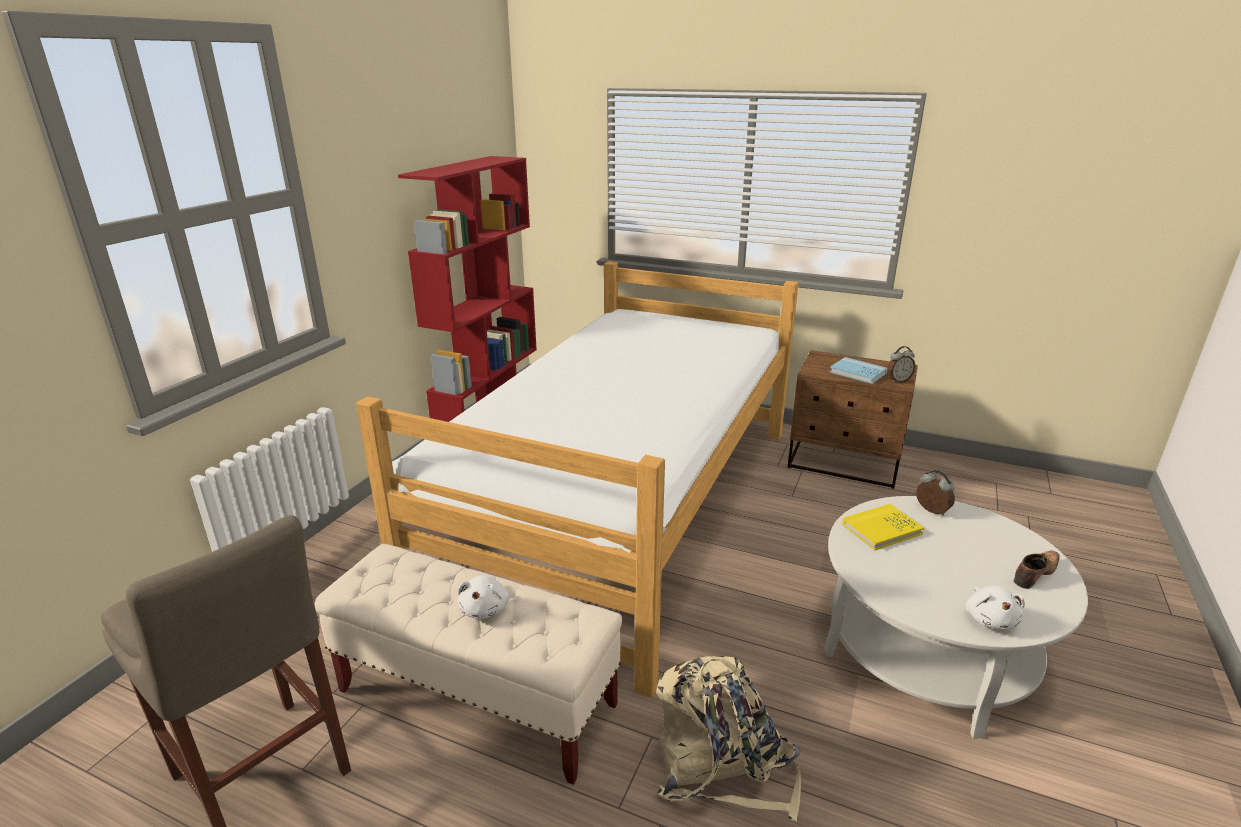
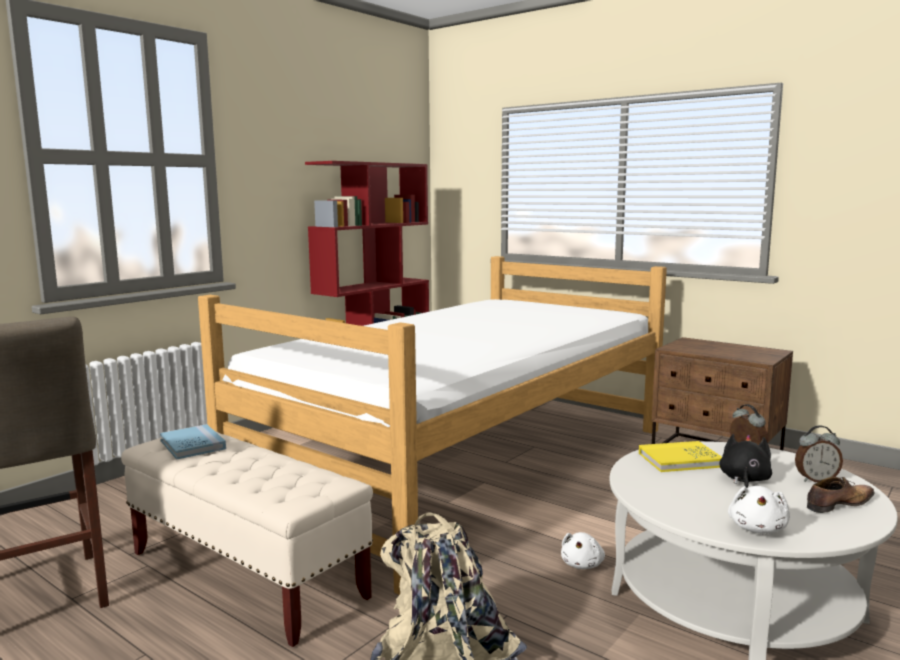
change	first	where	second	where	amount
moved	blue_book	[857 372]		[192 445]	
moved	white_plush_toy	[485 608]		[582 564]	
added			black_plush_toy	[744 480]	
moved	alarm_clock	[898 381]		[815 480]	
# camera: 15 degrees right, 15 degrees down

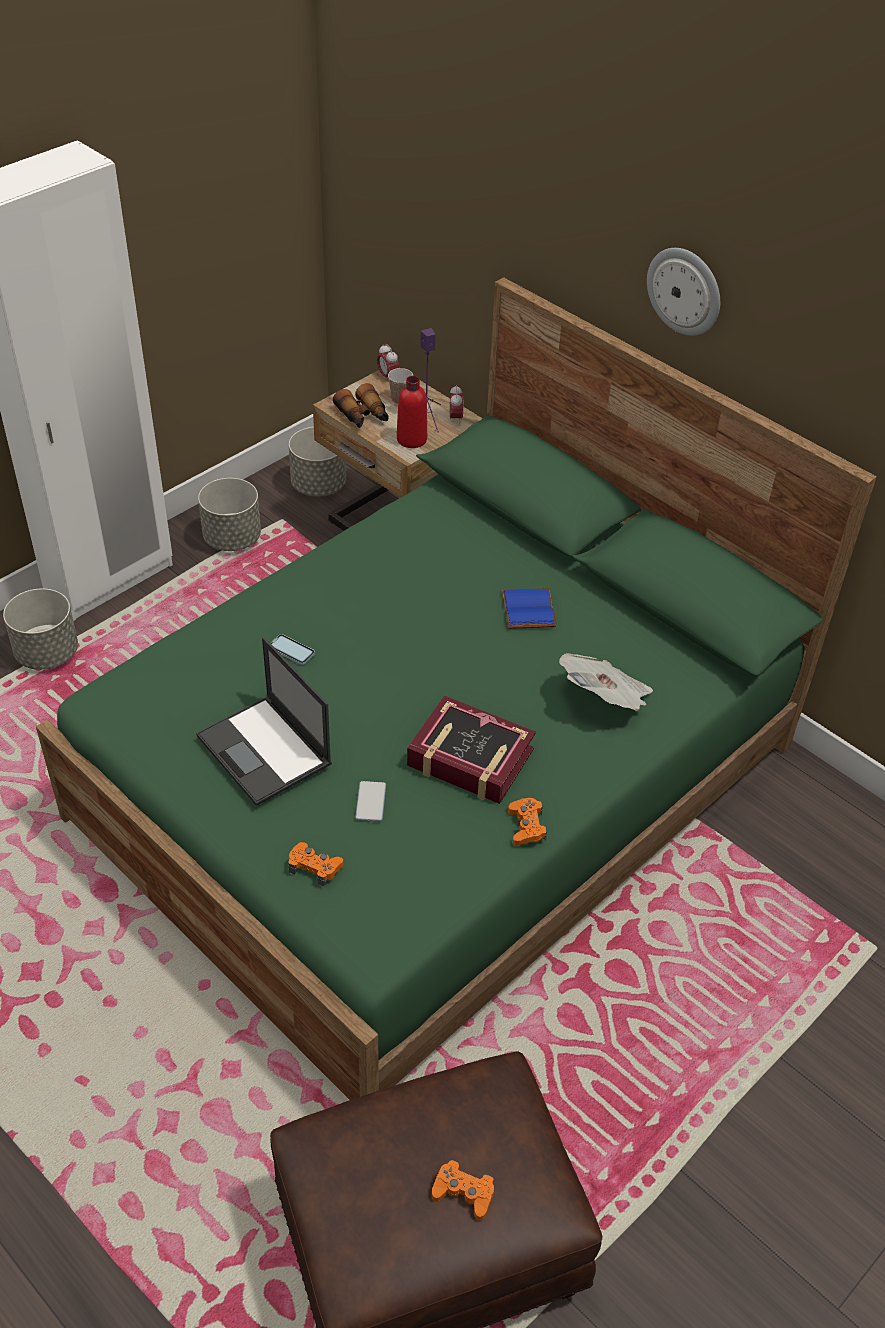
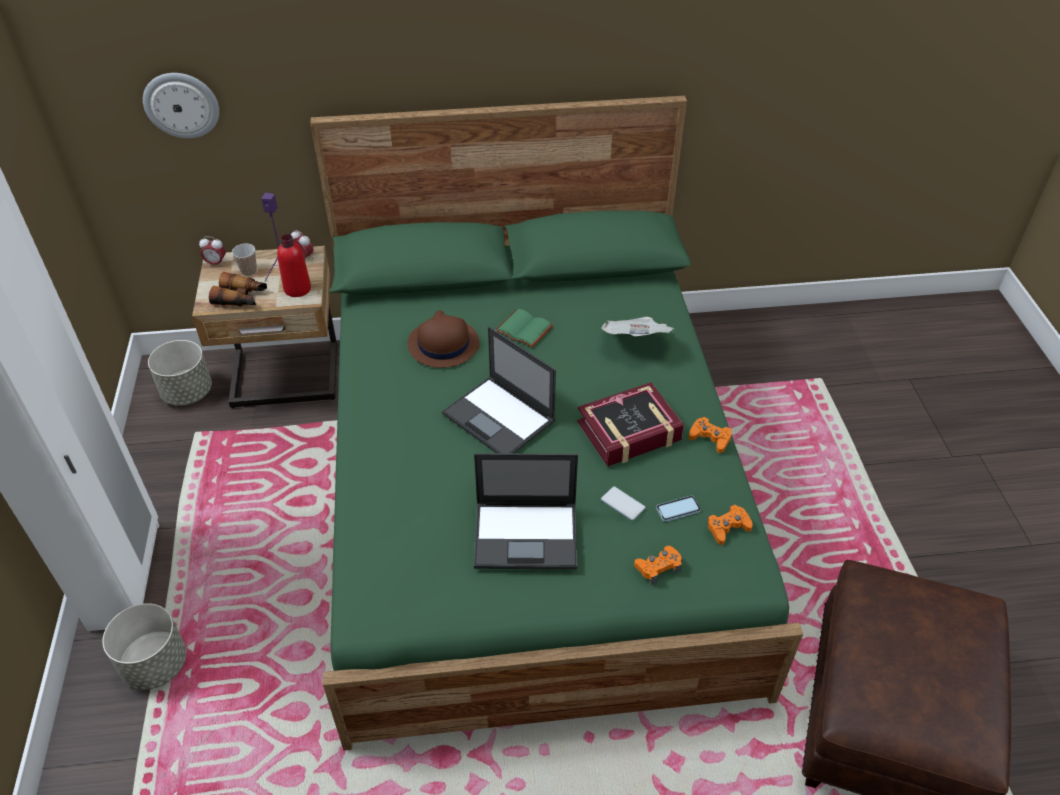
change	first	where	second	where	amount
moved	wall_clock	[685 291]		[181 105]	
added			brown_hat	[443 344]	
added			laptop	[500 418]	
recoloured	blue_book	[530 610]	green_book	[525 329]	
moved	phone	[291 650]		[678 509]	
moved	orange_game_controller	[463 1192]		[727 527]	
removed	grey_planter	[233 538]			
# camera: 50 degrees left, 0 degrees up

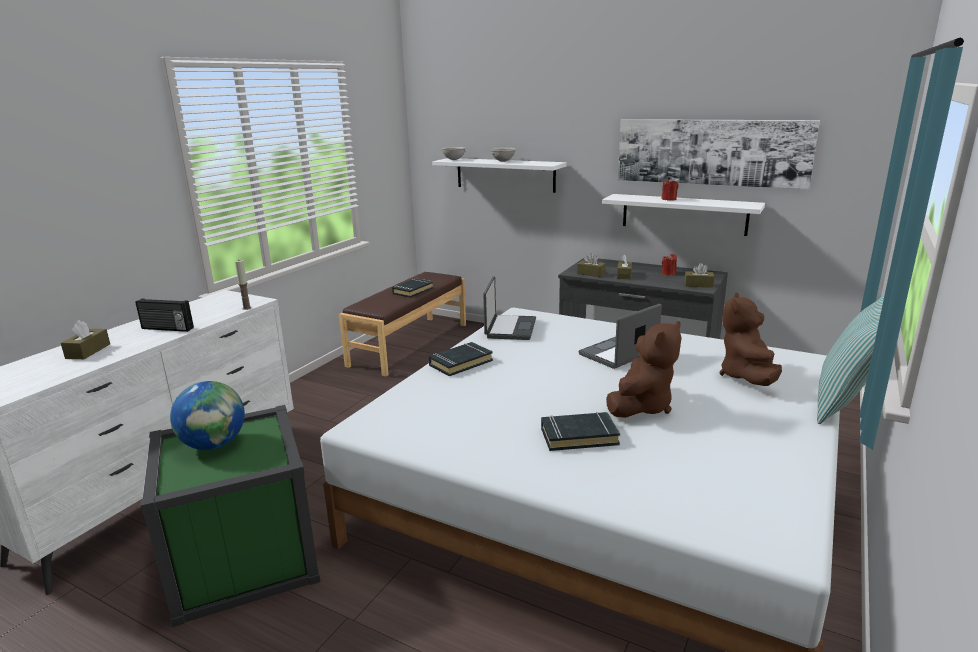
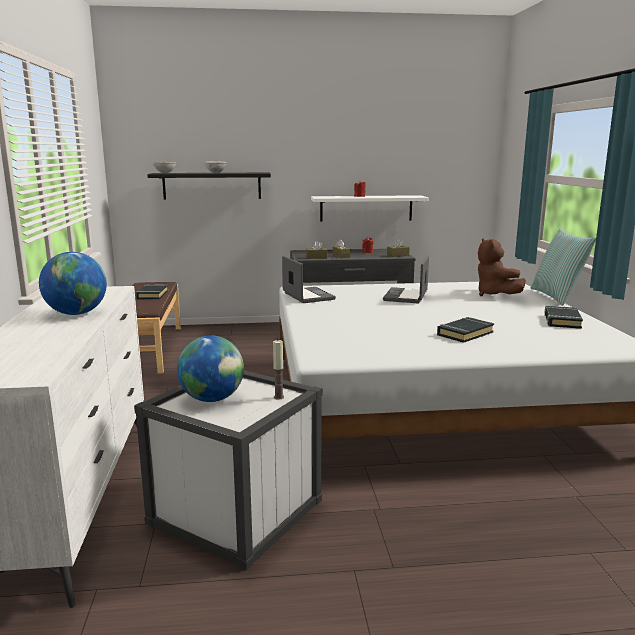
change	first	where	second	where	amount
replaced	radio	[167 328]	globe	[76 313]	
recoloured	green_storage_box	[244 559]	white_storage_box	[235 511]	
recoloured	white_shelf	[505 174]	black_shelf	[212 185]	
moved	candle	[246 308]		[279 397]	
moved	black_book	[460 363]		[561 321]	
removed	brown_tissue_box	[88 351]			
removed	brown_plush_toy	[641 406]			
removed	picture	[711 152]			
# camera: 35 degrees left, 5 degrees down

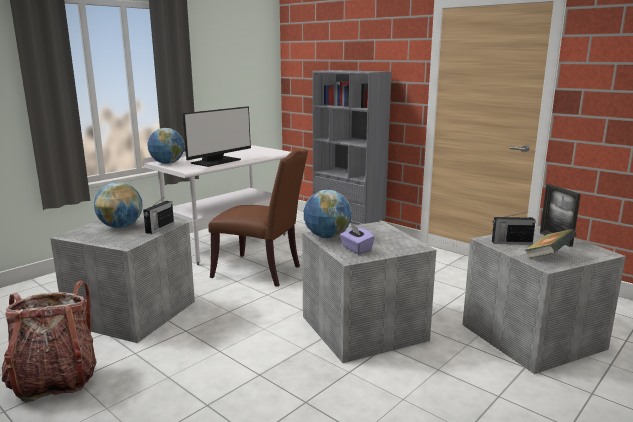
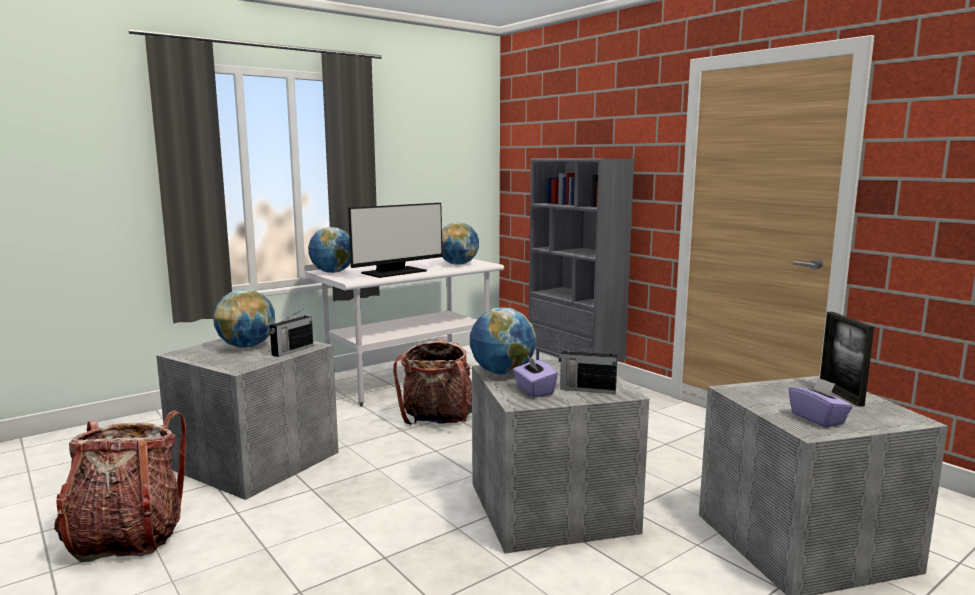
change	first	where	second	where	amount
replaced	brown_chair	[261 271]	backpack	[438 420]	
added			globe	[458 264]	
moved	radio	[511 242]		[586 389]	
replaced	book	[548 257]	purple_tissue_box	[818 419]	
# camera: 10 degrees right, 5 degrees down

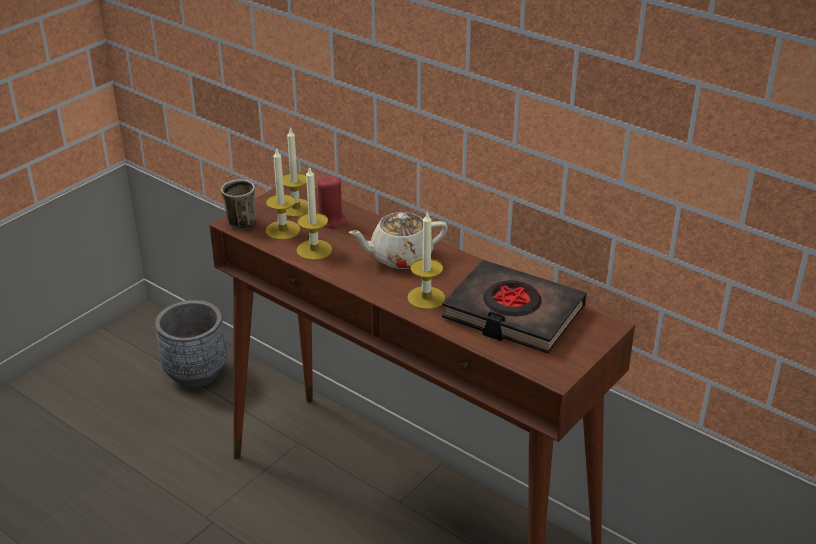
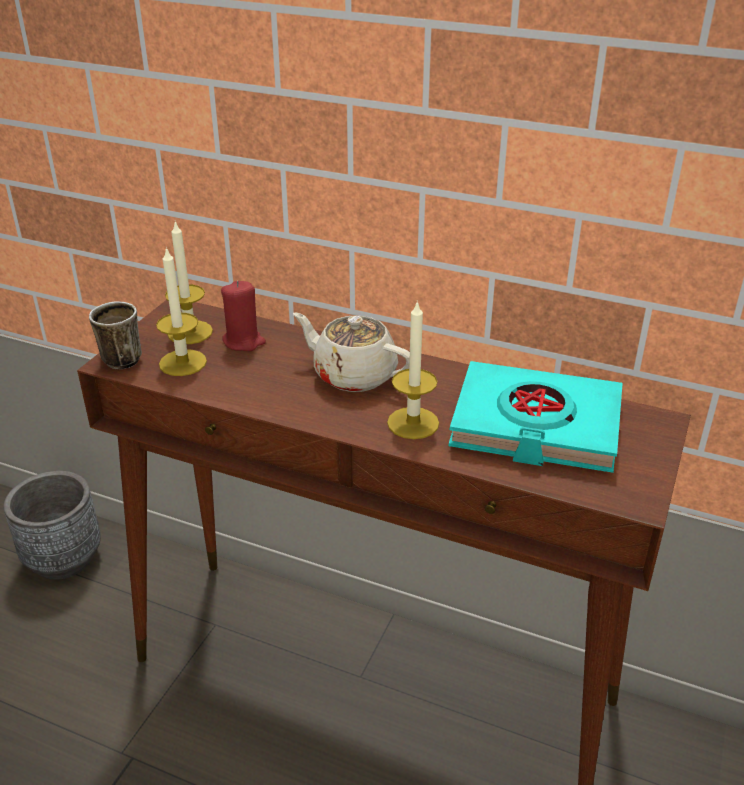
change	first	where	second	where	amount
turned	beige_teapot	[400 257]		[353 375]	60 degrees clockwise
recoloured	black_book	[513 313]	turquoise_book	[535 426]	
removed	candle	[314 250]			
# camera: 15 degrees left, 0 degrees up

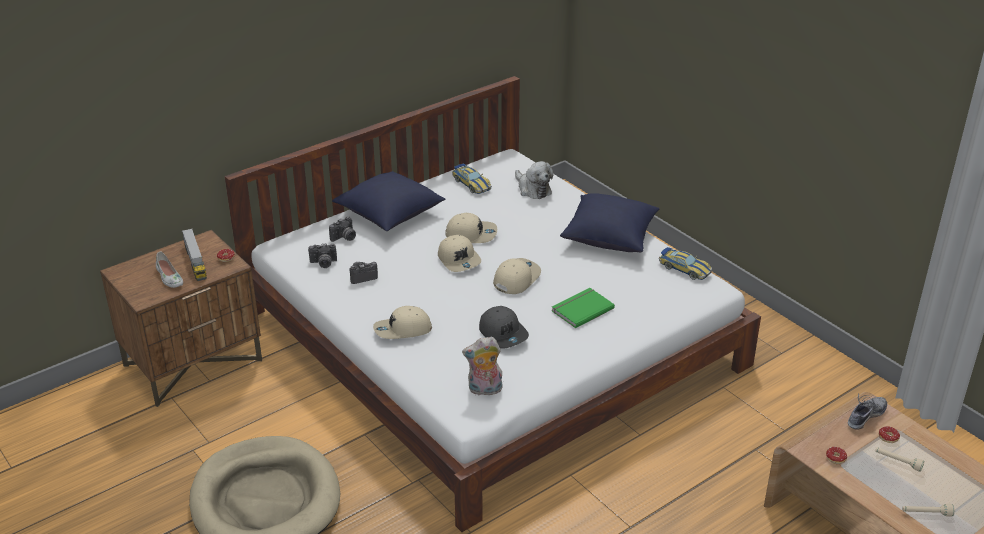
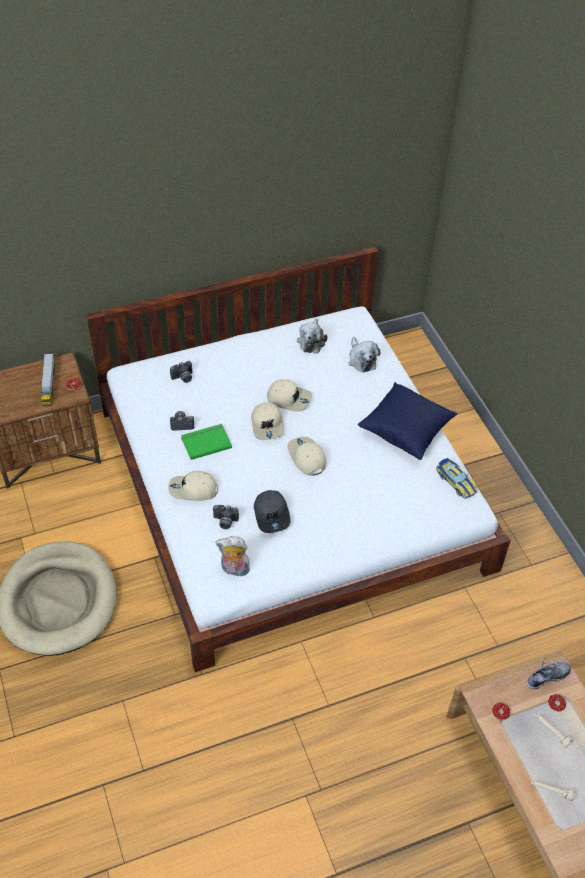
change	first	where	second	where	amount
moved	green_book	[581 309]		[205 442]	
moved	photo_camera	[323 264]		[225 522]	
turned	beige_cap	[516 278]		[306 458]	75 degrees counterclockwise
replaced	toy_car	[471 183]	plush_toy	[311 341]	
removed	white_shoe	[169 277]			
removed	blue_pillow	[390 215]			
# camera: 15 degrees right, 15 degrees up

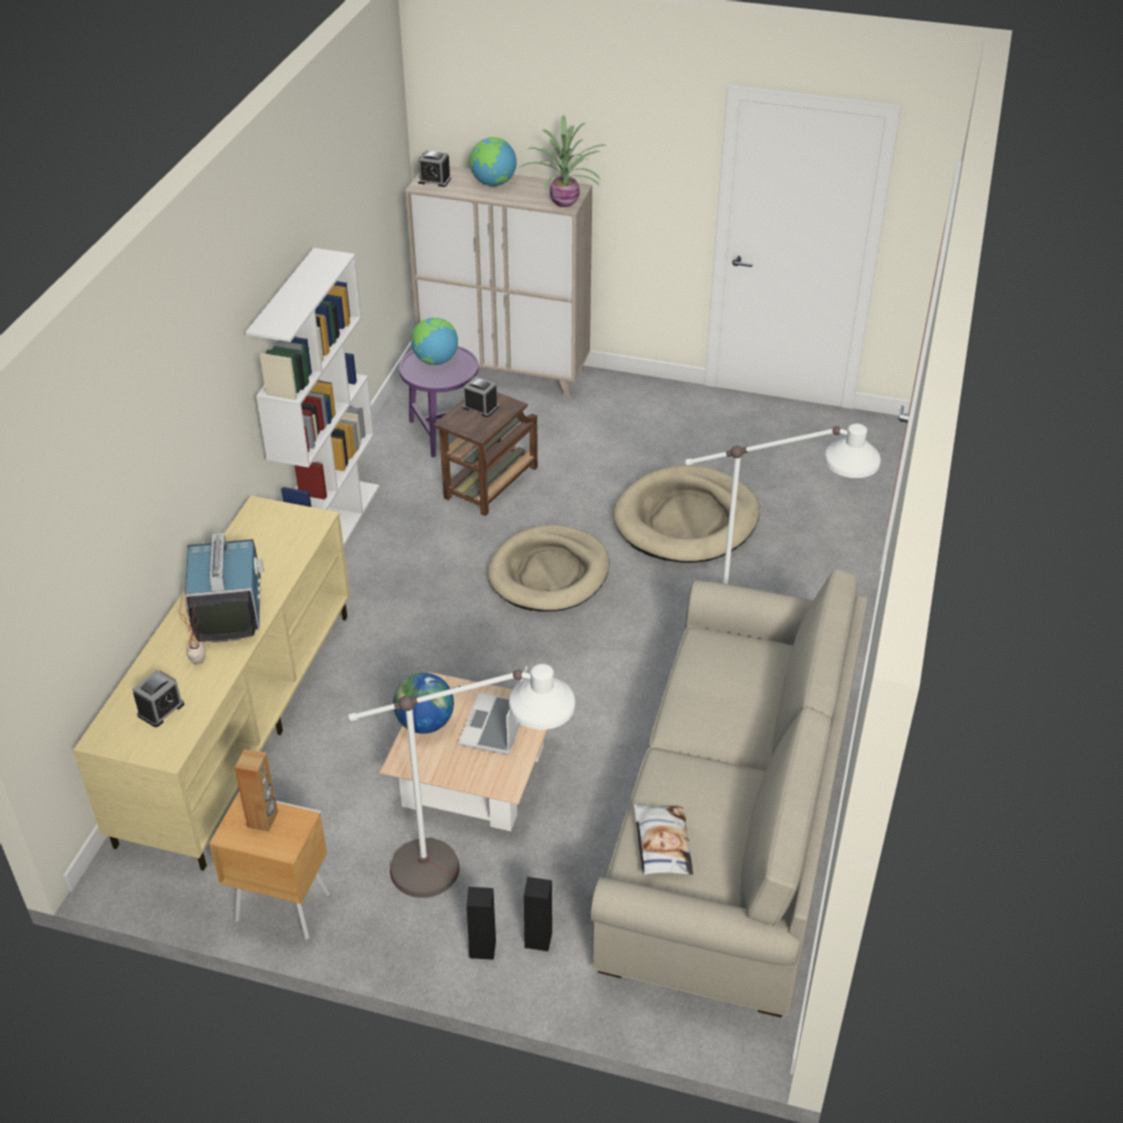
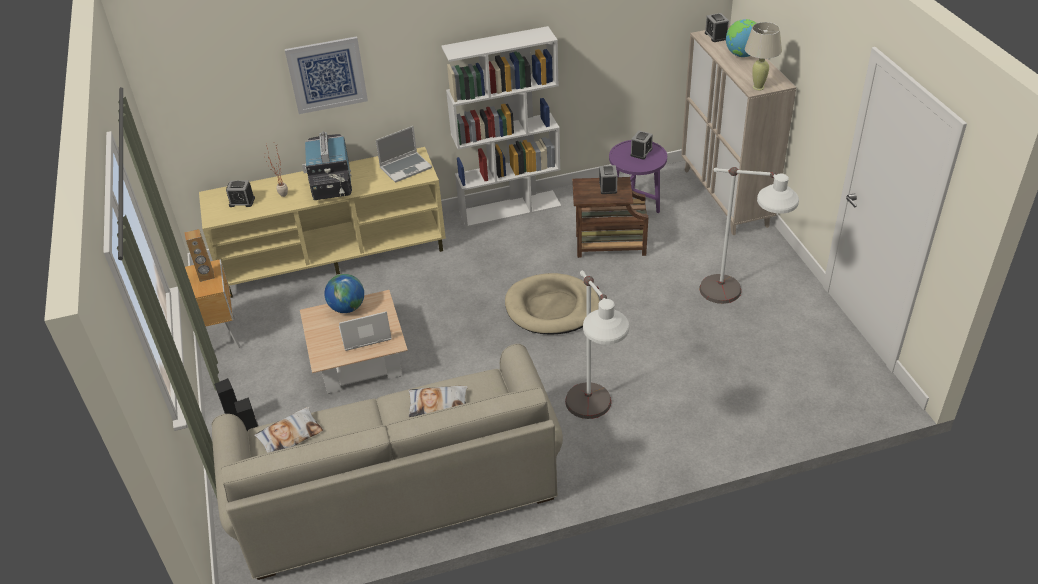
change	first	where	second	where	amount
added			picture	[327 75]	
turned	television	[229 607]		[331 184]	120 degrees clockwise
added			laptop	[406 167]	
added			pillow	[438 404]	
replaced	globe	[435 361]	alarm_clock	[641 152]	
moved	white_floor_lamp	[472 878]		[734 308]	
replaced	potted_plant	[566 202]	beige_table_lamp	[758 87]	
removed	beige_dog_bed	[686 520]			
# camera: 60 degrees right, 0 degrees up

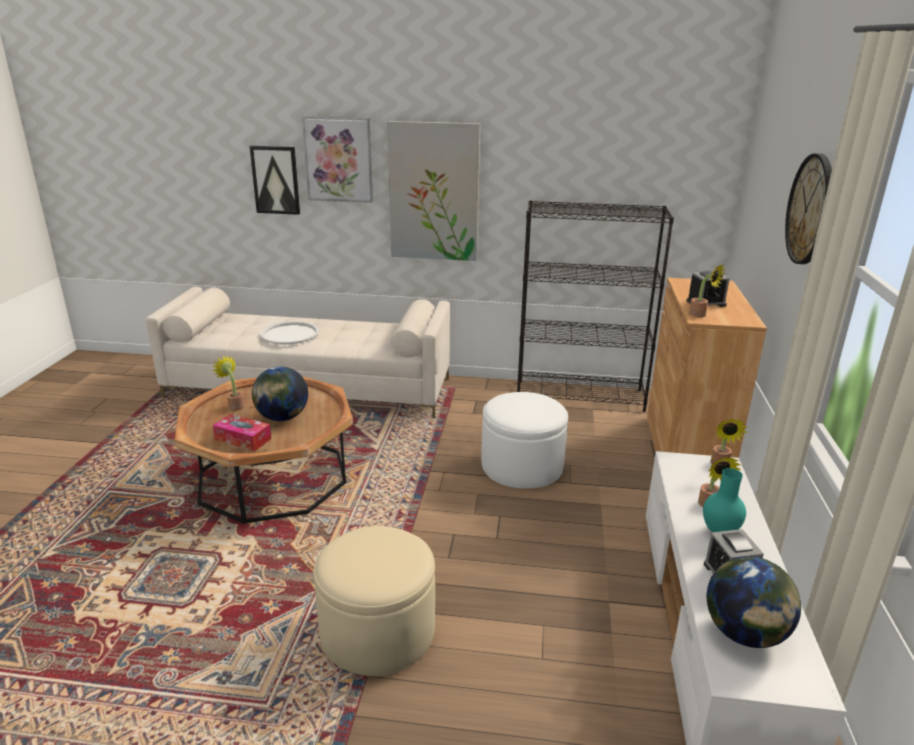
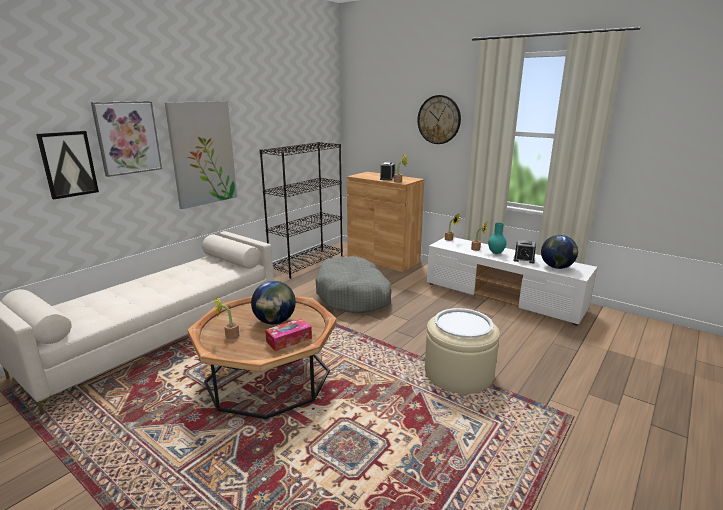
change	first	where	second	where	amount
replaced	white_ottoman	[522 466]	grey_dog_bed	[354 296]	
moved	white_tray	[289 334]		[463 323]	
# camera: 60 degrees left, 5 degrees down

